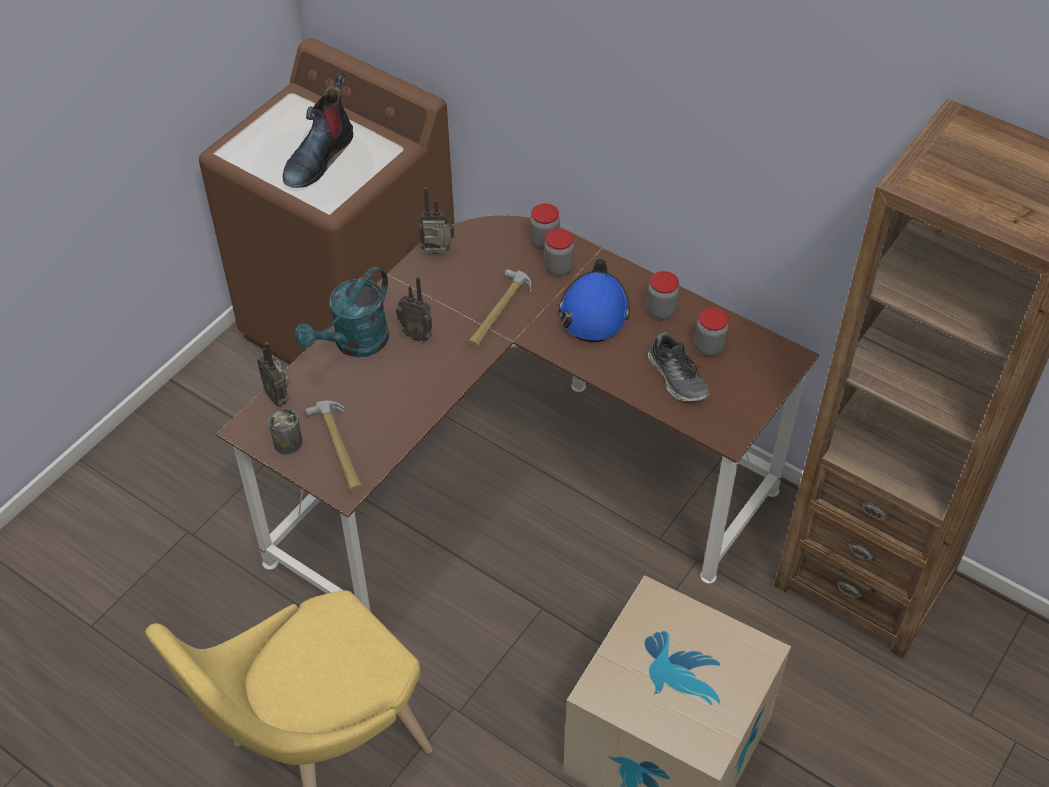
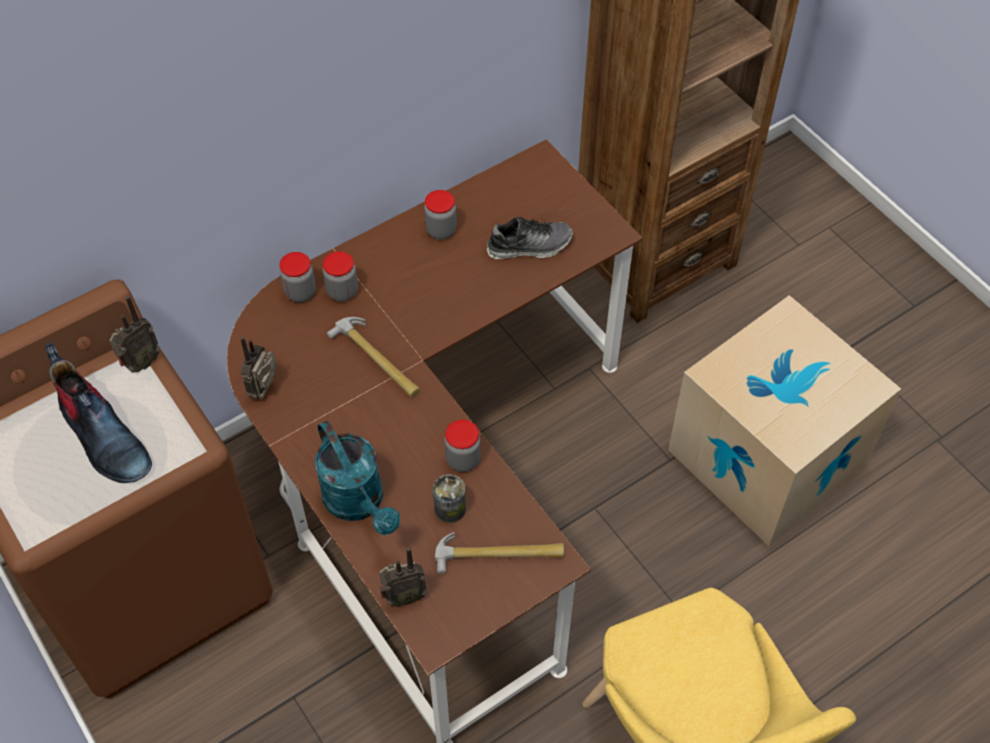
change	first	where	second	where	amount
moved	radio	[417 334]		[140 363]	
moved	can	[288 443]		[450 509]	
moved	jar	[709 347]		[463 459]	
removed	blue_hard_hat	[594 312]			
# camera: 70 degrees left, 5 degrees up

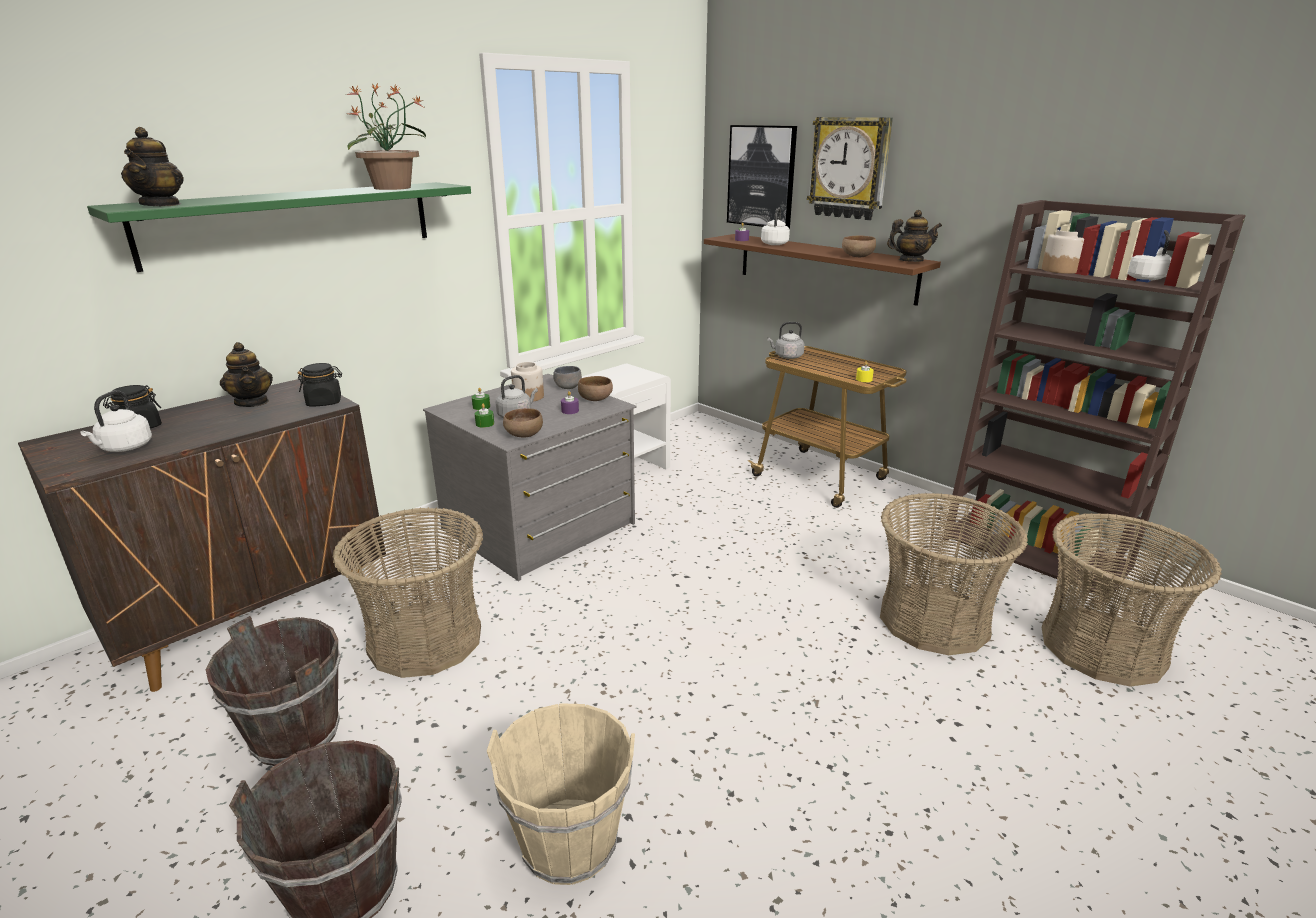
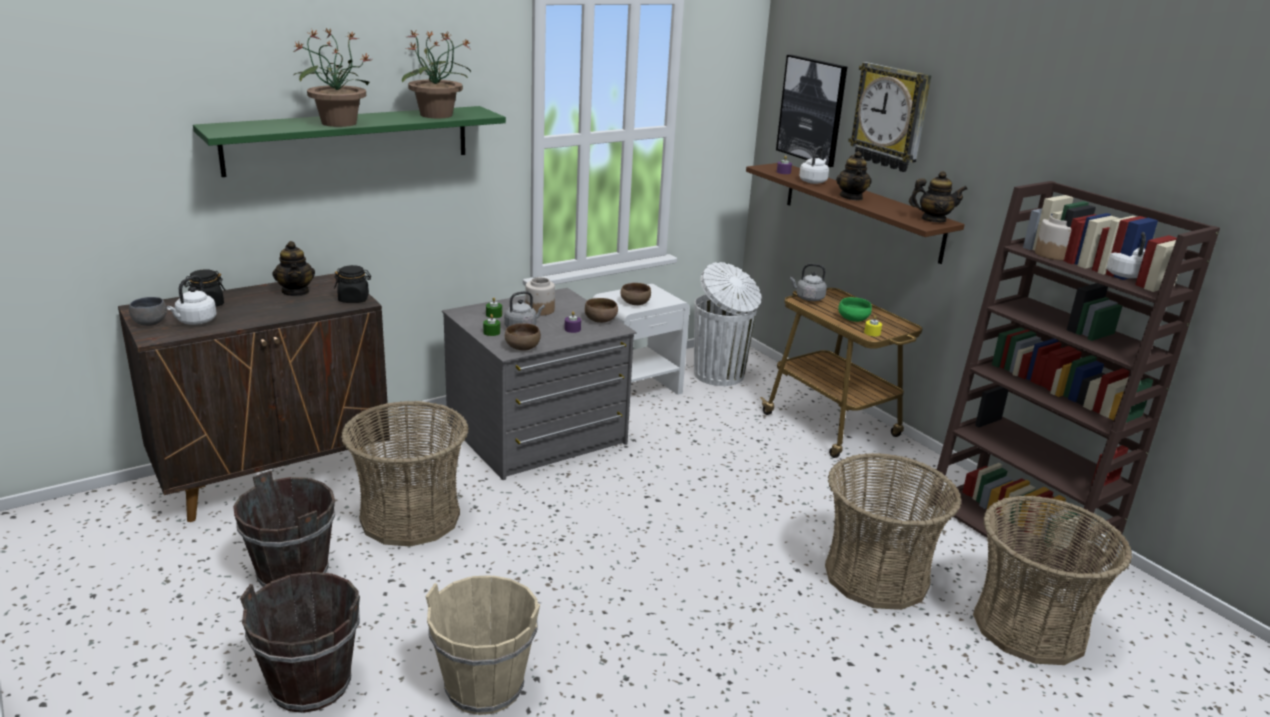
change	first	where	second	where	amount
moved	grey_bowl	[567 387]		[148 323]	
added			potted_plant	[338 123]	
moved	brown_bowl	[857 257]		[634 303]	
added			white_trash_can	[720 375]	
moved	teapot	[161 205]		[851 197]	
added			green_bowl	[853 320]	
# camera: 10 degrees right, 0 degrees up

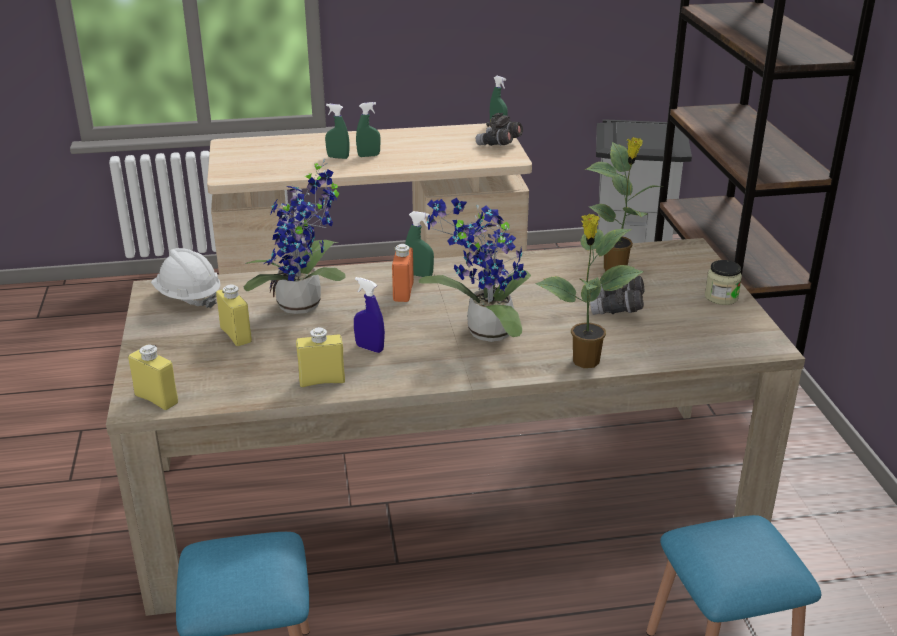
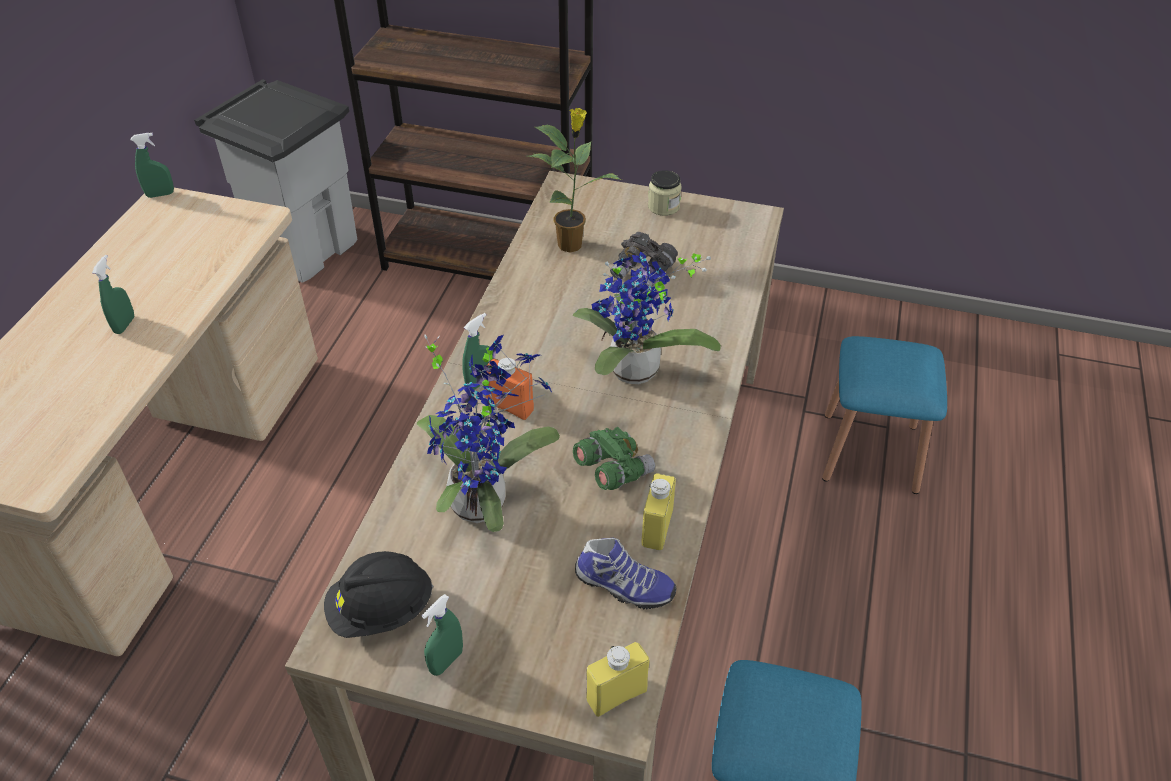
change	first	where	second	where	amount
recoloured	white_hard_hat	[188 297]	black_hard_hat	[381 610]	
moved	green_spray_bottle	[338 157]		[446 661]	
replaced	blue_spray_bottle	[369 348]	green_binoculars	[612 470]	
added			shoe	[623 587]	
removed	yellow_bottle	[236 335]			
removed	grey_binoculars	[499 144]			
removed	potted_plant	[584 362]			
# camera: 65 degrees left, 15 degrees up

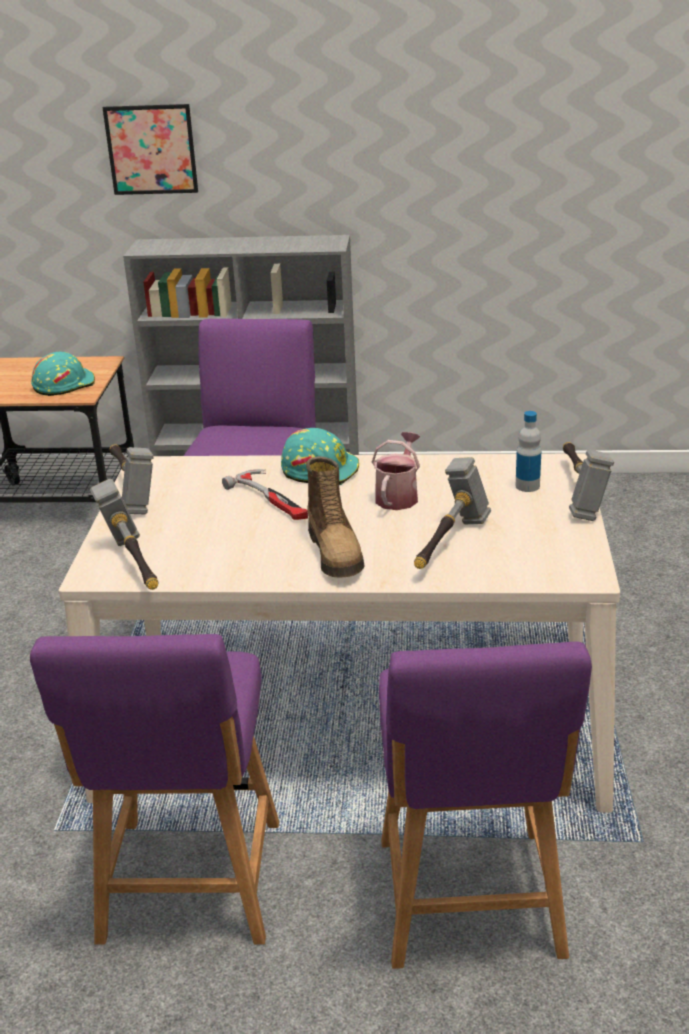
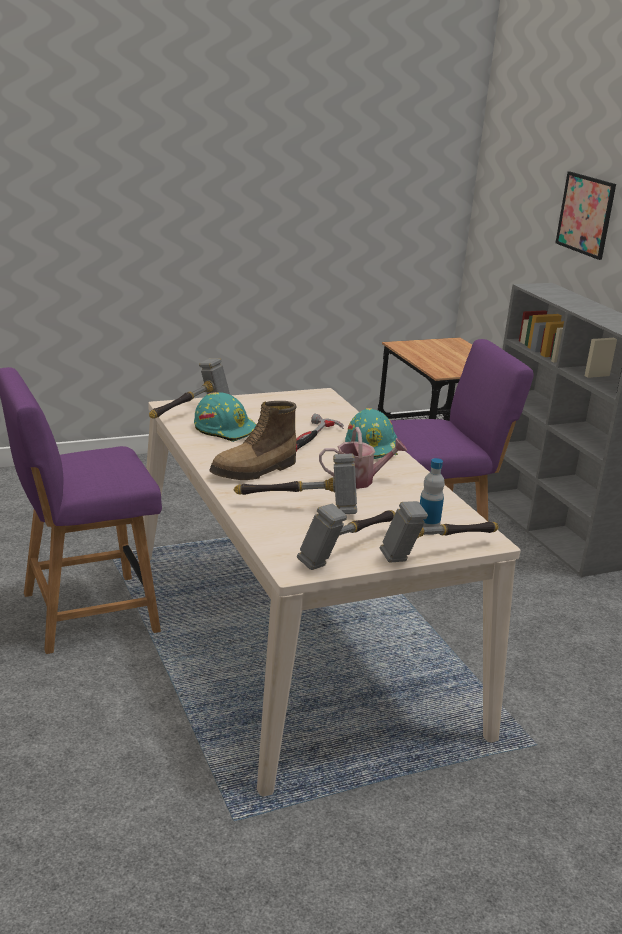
change	first	where	second	where	amount
moved	turquoise_hard_hat	[63 385]		[225 429]	
moved	hammer	[130 491]		[348 551]	
removed	purple_chair	[470 905]			
# camera: 60 degrees right, 5 degrees down

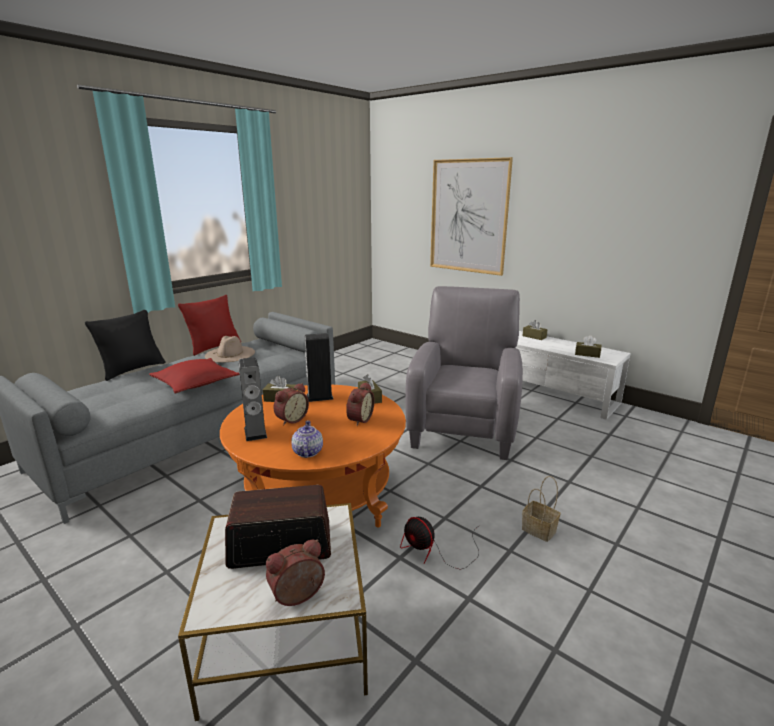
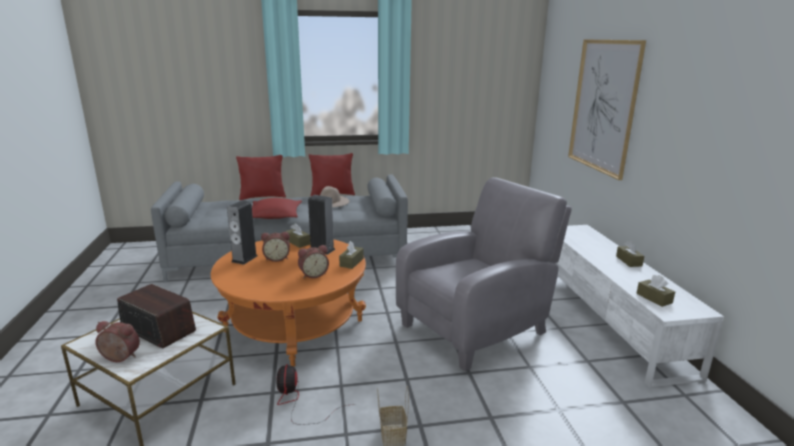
change	first	where	second	where	amount
recoloured	black_pillow	[132 369]	red_pillow	[262 197]	
removed	teapot	[307 452]			
# camera: 40 degrees right, 0 degrees up

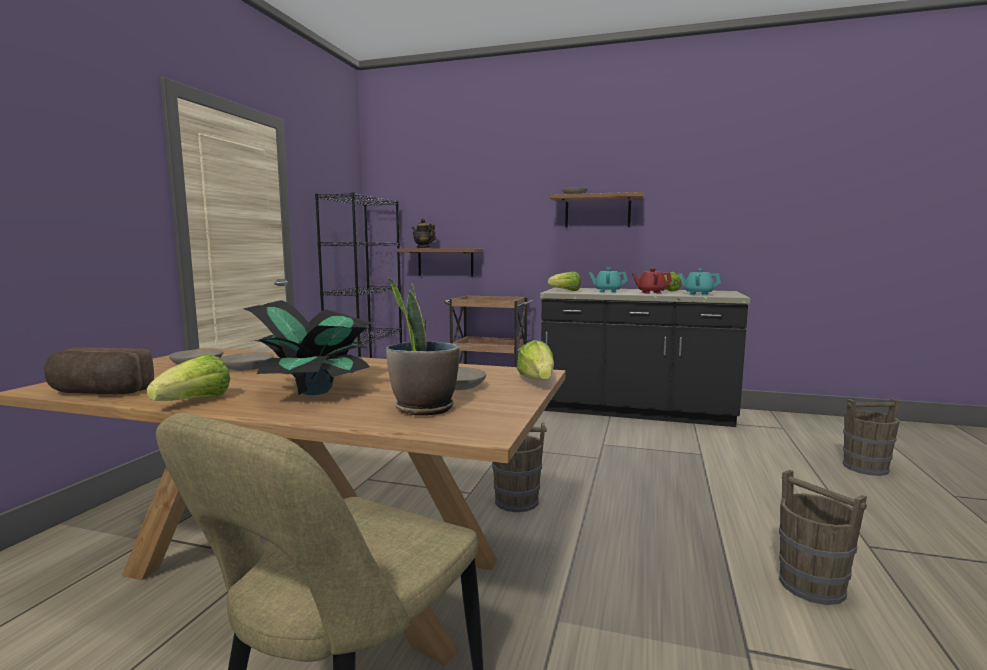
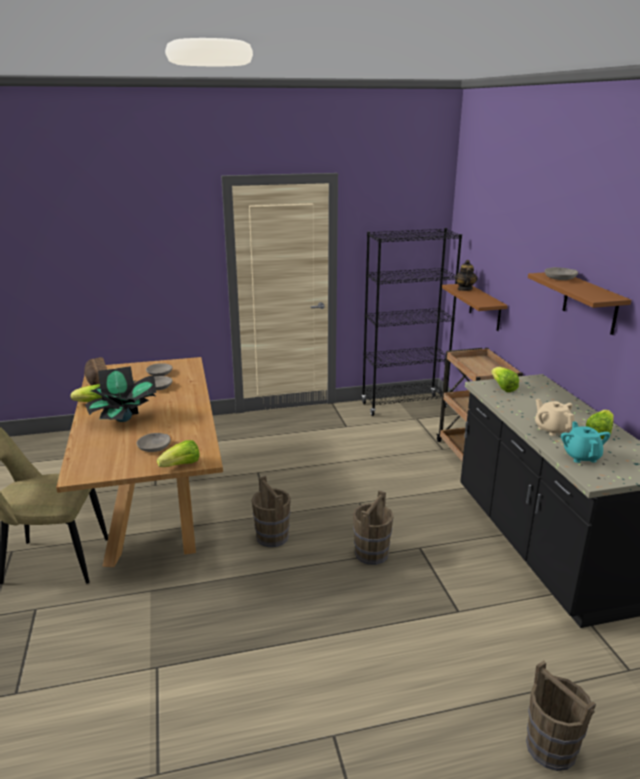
change	first	where	second	where	amount
moved	brown_bucket	[811 585]		[371 553]	
recoloured	red_teapot	[651 293]	beige_teapot	[551 429]	
removed	potted_plant	[423 408]			
removed	turquoise_teapot	[607 291]			
# camera: 60 degrees right, 15 degrees up

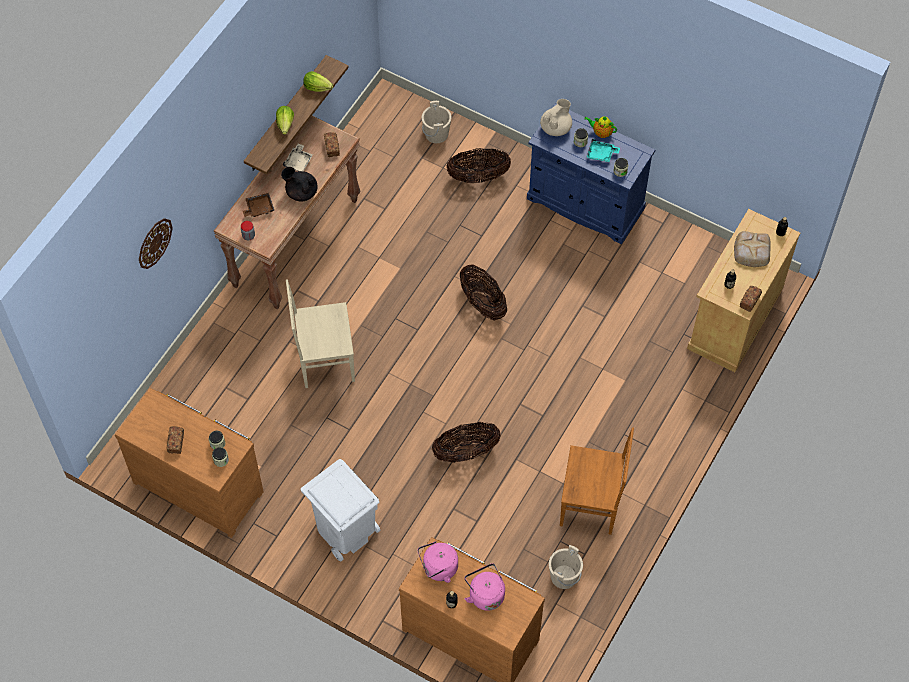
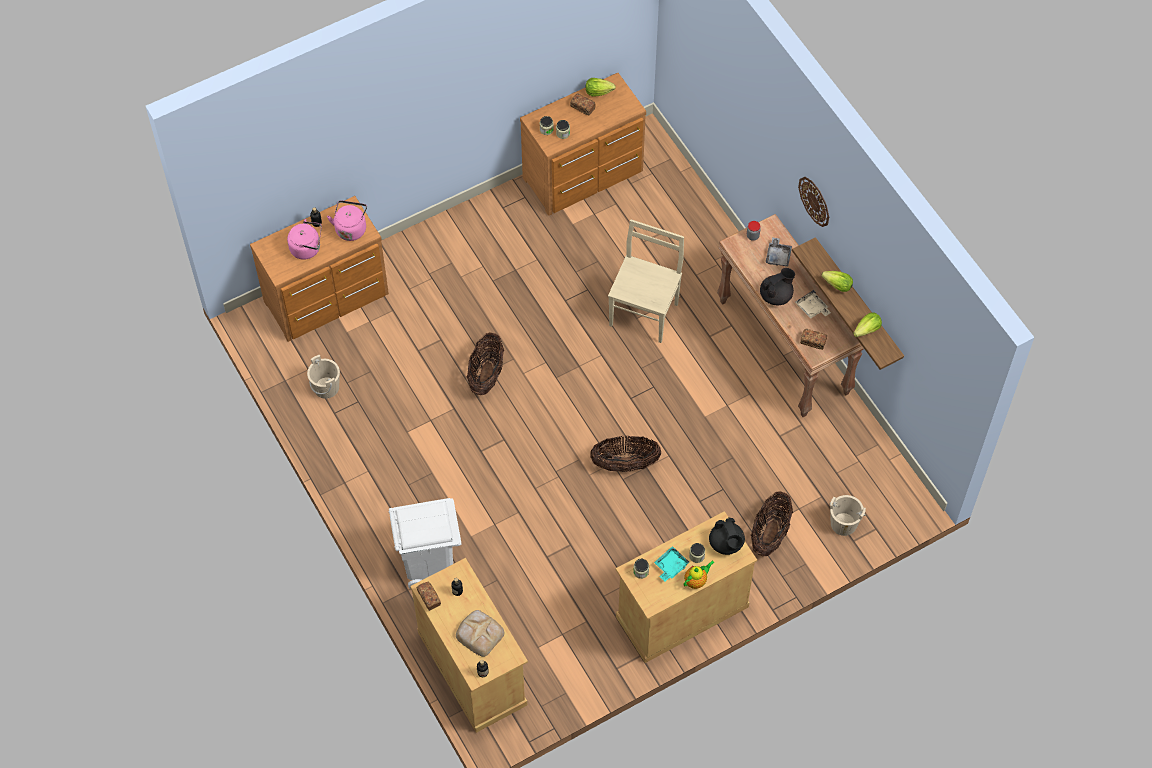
change	first	where	second	where	amount
moved	white_trash_can	[345 531]		[429 563]	
added			lettuce	[598 92]	
recoloured	blue_cabinet	[585 203]	beige_cabinet	[682 611]	
recoloured	beige_teapot	[556 128]	black_teapot	[726 544]	
recoloured	brown_tray	[259 208]	grey_tray	[778 256]	
moved	wall_clock	[154 243]		[814 201]	
removed	brown_chair	[592 504]			
# camera: 120 degrees right, 0 degrees up

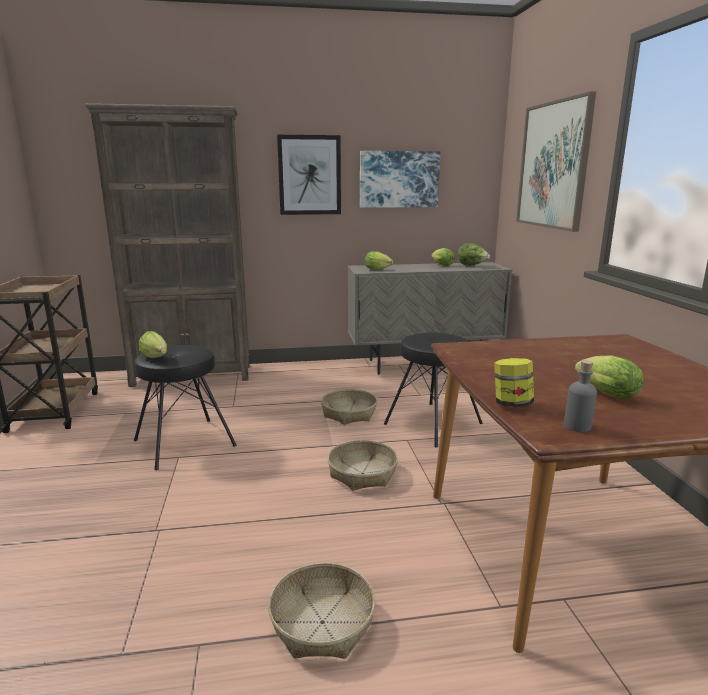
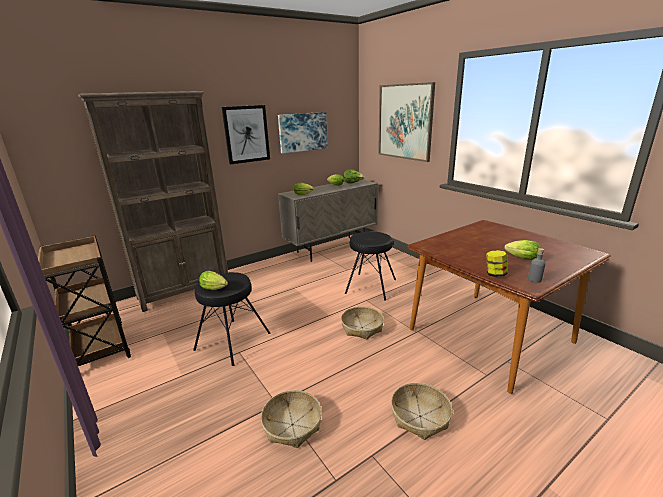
change	first	where	second	where	amount
moved	basket	[349 413]		[292 425]	
# camera: 25 degrees left, 5 degrees up

